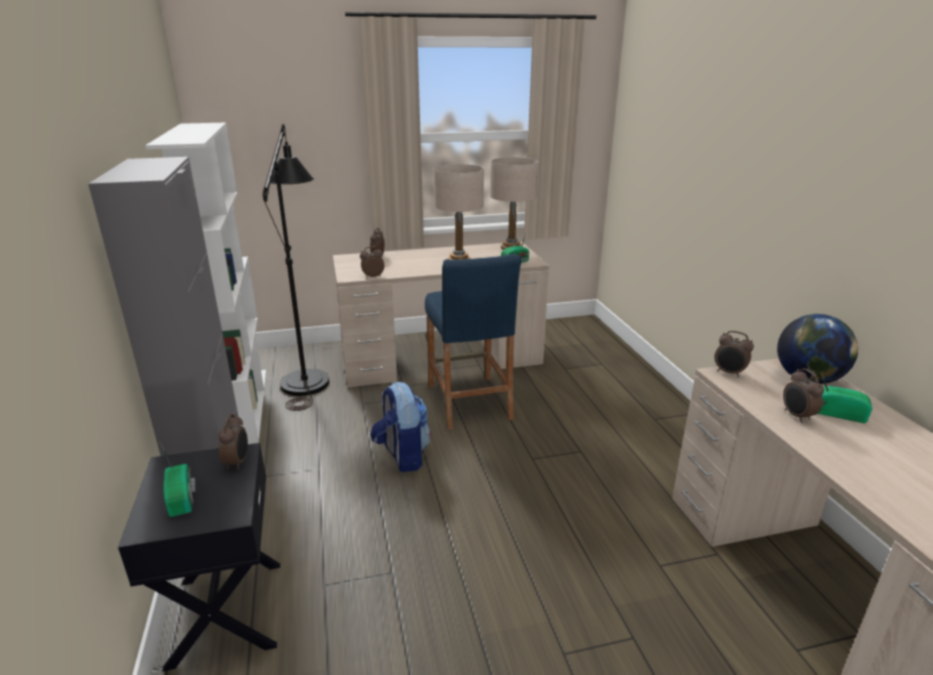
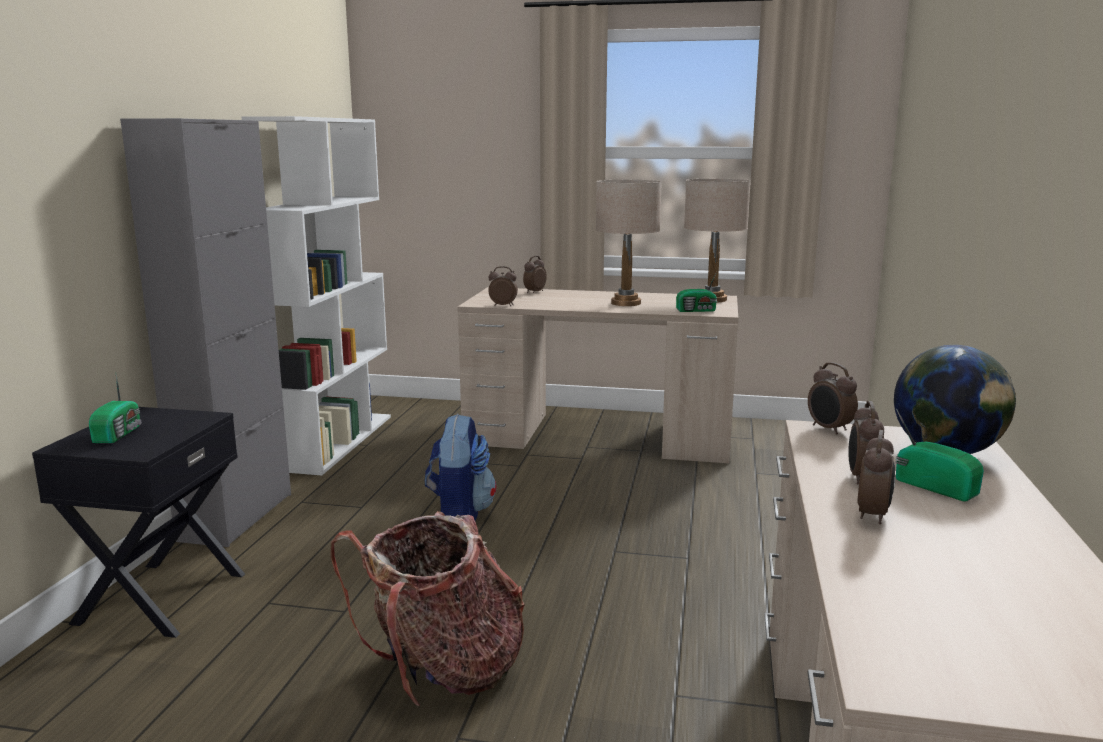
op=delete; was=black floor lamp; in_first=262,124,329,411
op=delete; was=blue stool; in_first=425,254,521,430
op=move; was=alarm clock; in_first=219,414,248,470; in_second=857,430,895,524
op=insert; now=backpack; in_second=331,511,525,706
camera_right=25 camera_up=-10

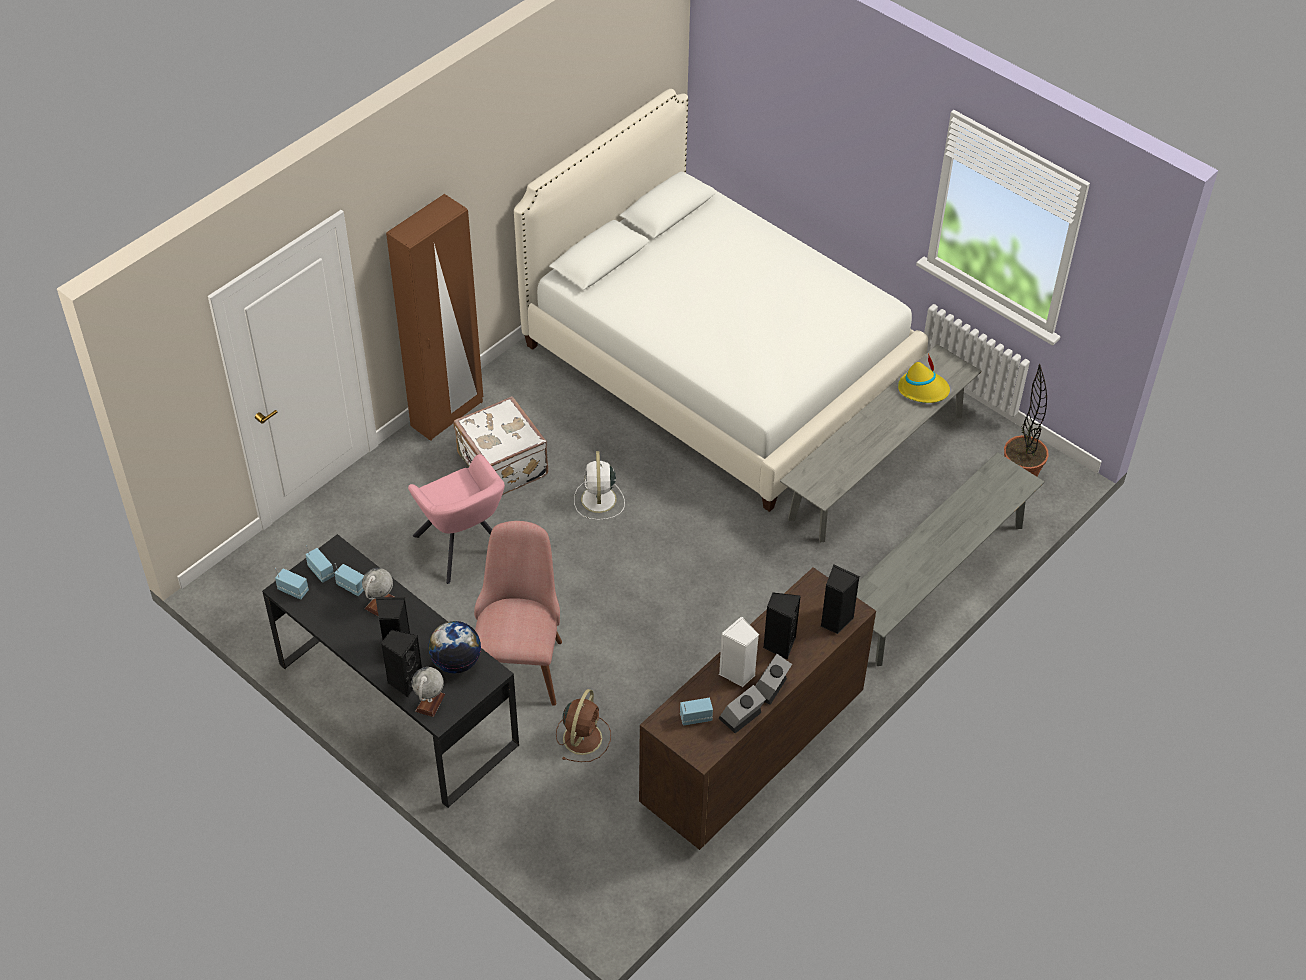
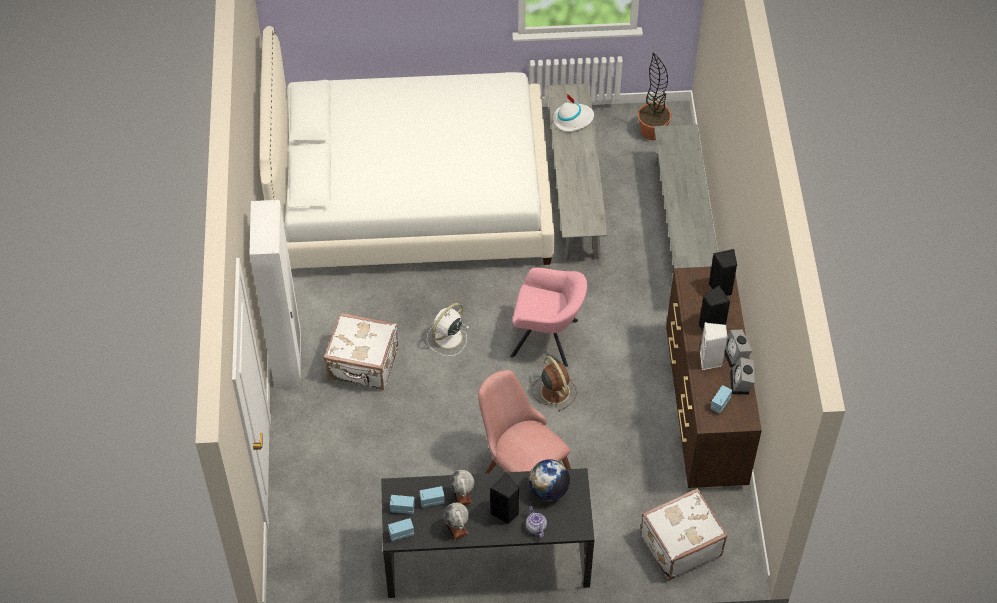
op=recolor; was=brown wardrobe; now=white wardrobe; in_first=386,194,483,441; in_second=249,200,301,387
op=recolor; was=yellow hat; now=white hat; in_first=898,353,950,403; in_second=553,93,594,131
op=rotate; was=white fan; in_first=574,451,625,520; in_second=427,303,469,356; clockwise=90
op=move; was=pink armchair; in_first=408,454,505,584; in_second=510,267,587,367
op=replace; was=black speaker; now=teapot; in_first=381,629,422,697; in_second=526,506,547,538
op=move; was=globe; in_first=412,667,445,717; in_second=444,503,469,541
op=move; was=brown fan; in_first=556,689,611,762; in_second=532,356,577,412
op=insert; now=white suitcase; in_second=640,488,728,580
camera_right=-45 camera_up=5

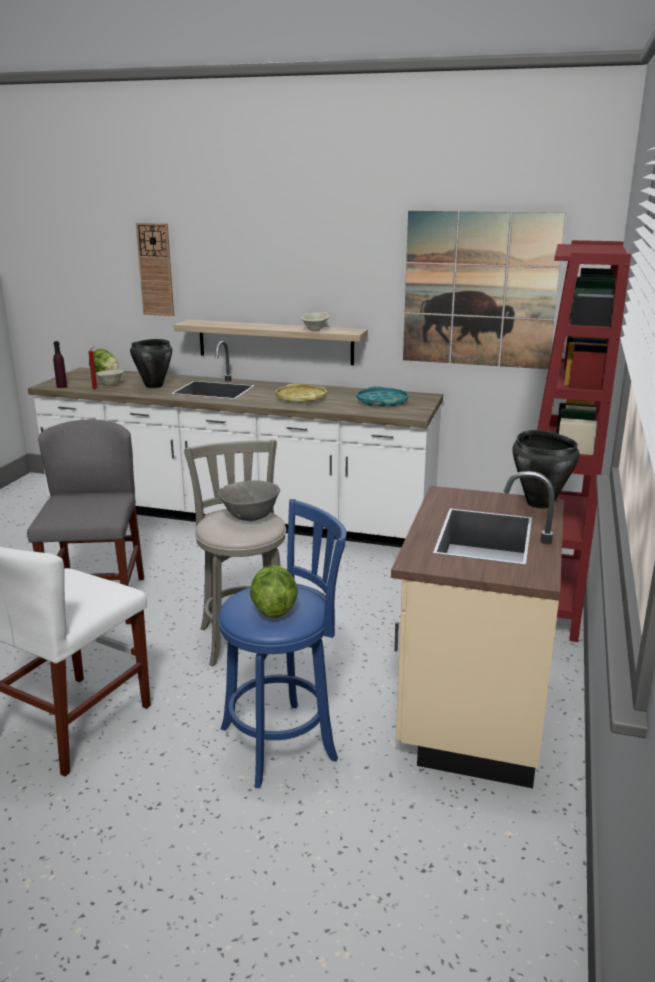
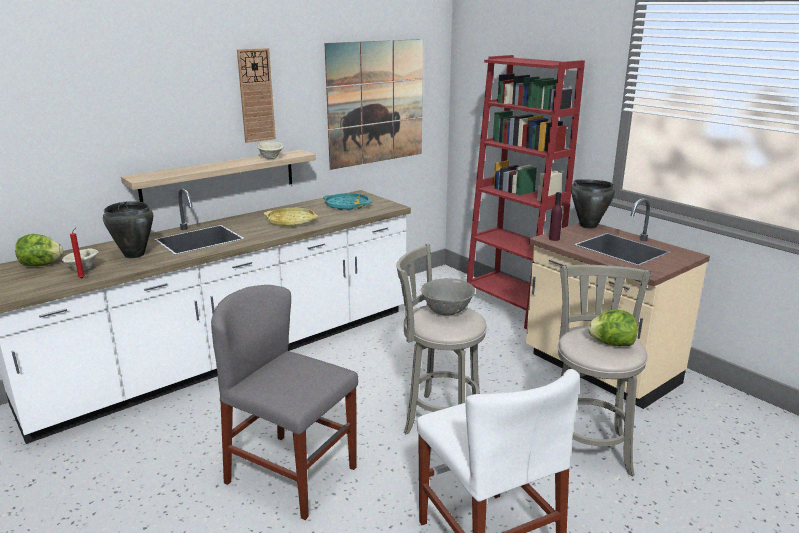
op=move; was=wall clock; in_first=136,223,174,316; in_second=237,48,276,143
op=move; was=purple bottle; in_first=53,341,67,388; in_second=549,192,562,241
op=recolor; was=blue stool; now=grey stool; in_first=218,499,347,789; in_second=558,265,651,476
camera_right=-55 camera_up=0

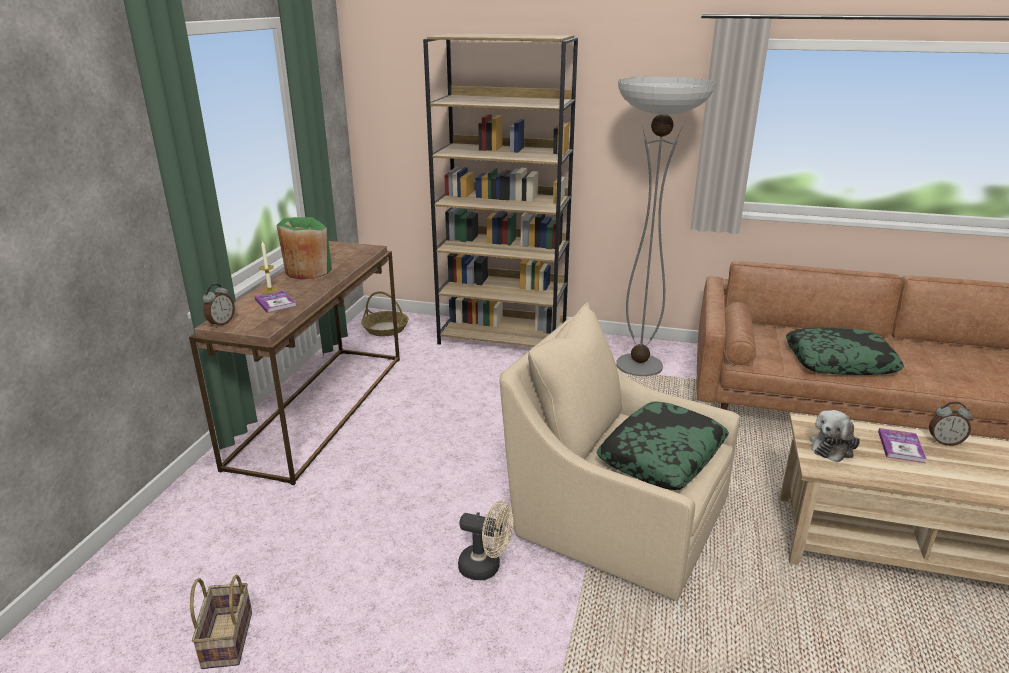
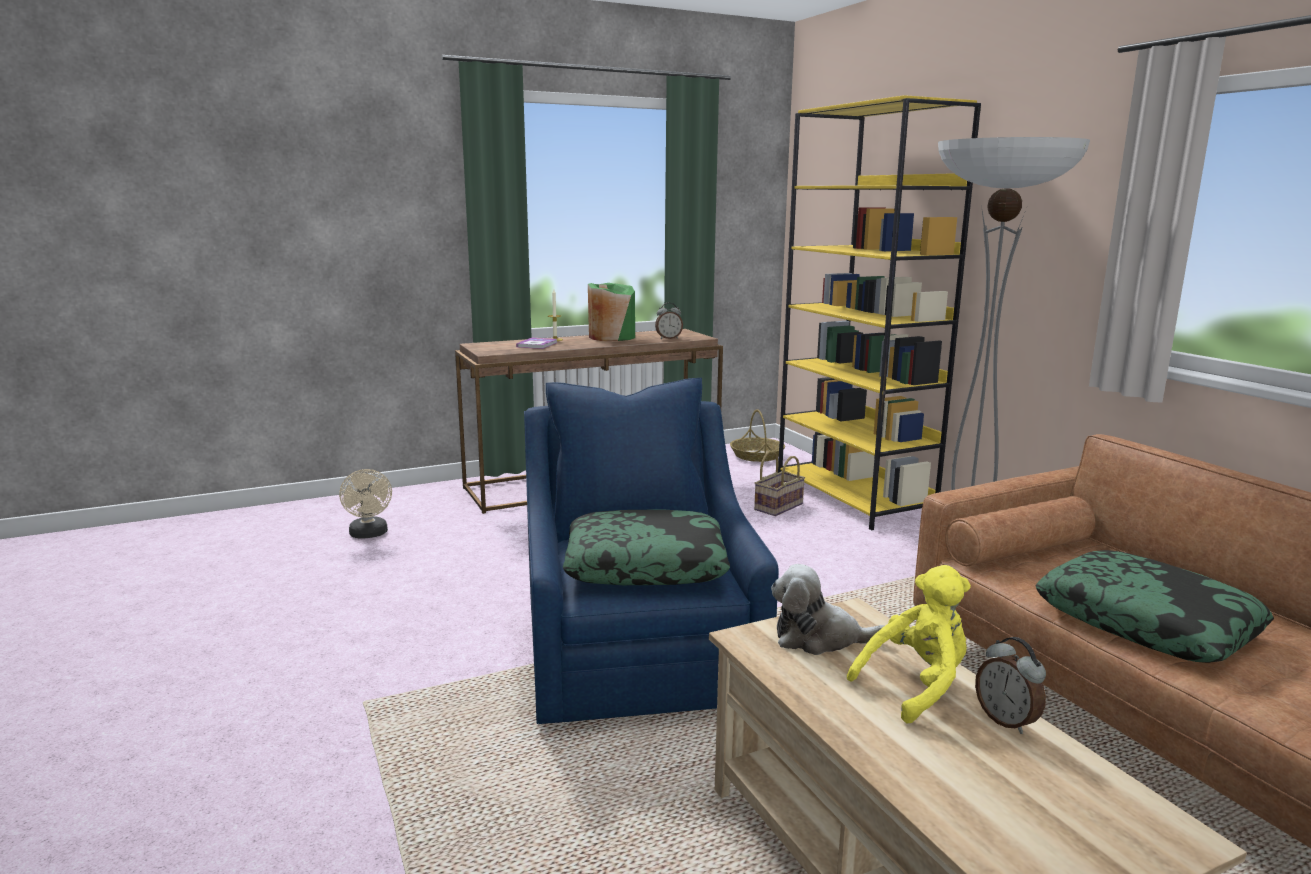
op=recolor; was=brown bookcase; now=yellow bookcase; in_first=423,33,578,347; in_second=778,95,981,530
op=move; was=alarm clock; in_first=202,284,235,328; in_second=655,303,683,339
op=recolor; was=beige armchair; now=blue armchair; in_first=499,302,740,601; in_second=524,378,779,724
op=replace; was=book; now=yellow plush toy; in_first=878,428,927,463; in_second=847,565,971,724
op=move; was=beige fan; in_first=458,500,513,580; in_second=339,469,392,539
op=move; was=basket; in_first=190,575,252,669; in_second=754,451,805,516
camera_right=50 camera_up=-10

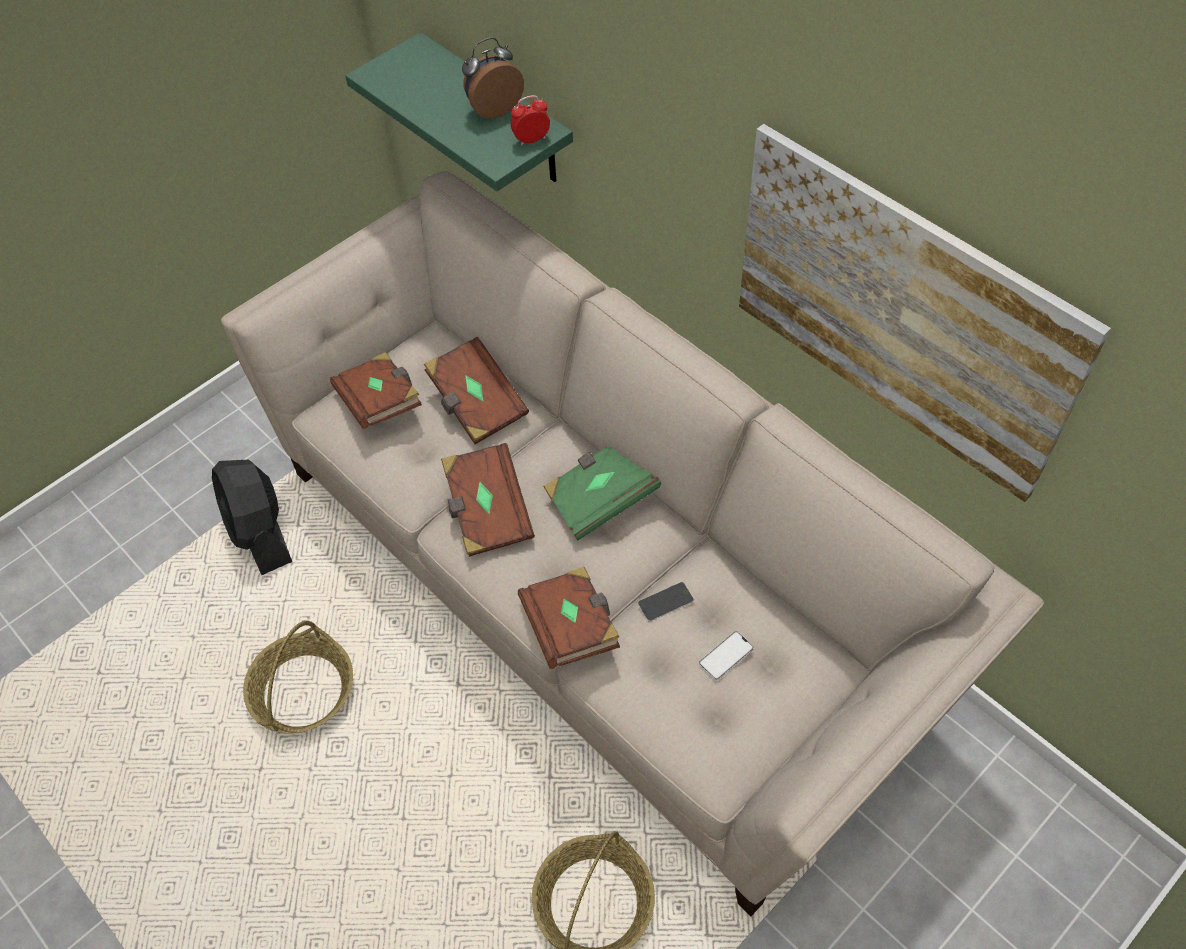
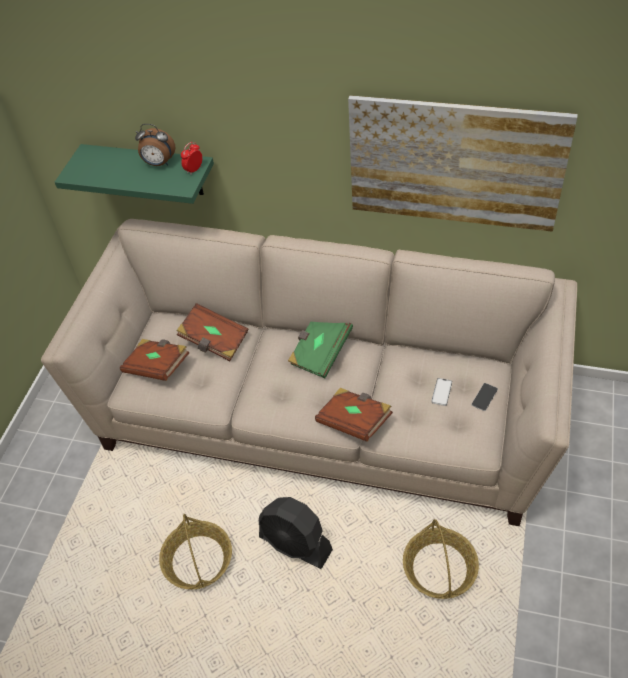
op=rotate; was=alarm clock; in_first=462,37,524,119; in_second=135,124,175,166; clockwise=-105
op=delete; was=brown book; in_first=441,443,535,557
op=move; was=black fan; in_first=212,460,292,575; in_second=259,497,333,569
op=move; was=phone; in_first=638,582,694,622; in_second=471,383,498,411
camera_right=-30 camera_up=-5

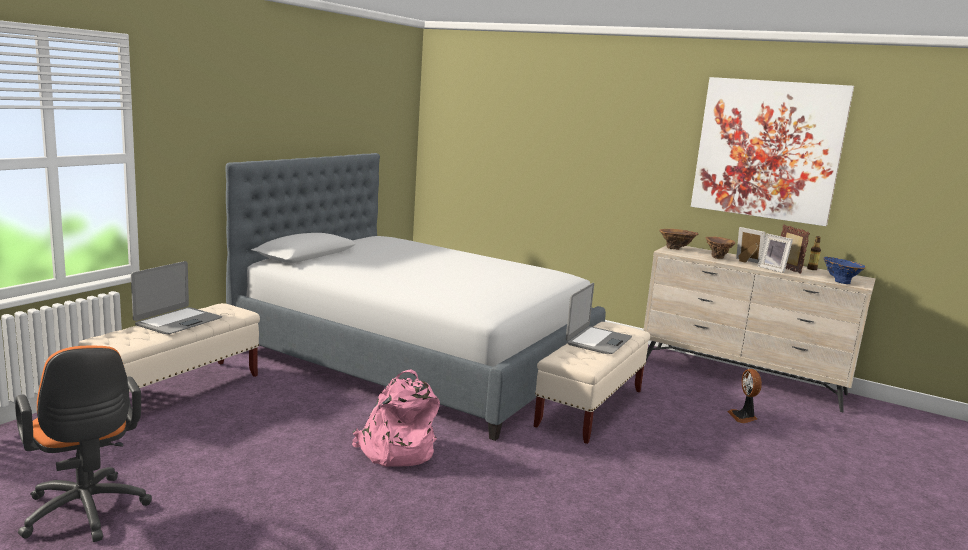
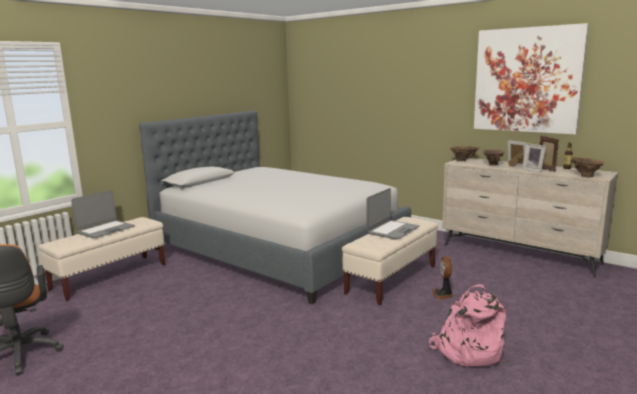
op=recolor; was=blue vase; now=brown vase; in_first=823,257,866,284; in_second=571,158,604,177
op=move; was=pink backpack; in_first=352,369,440,467; in_second=429,284,506,367
op=move; was=fan; in_first=727,369,762,423; in_second=432,256,454,300
camera_right=10 camera_up=0

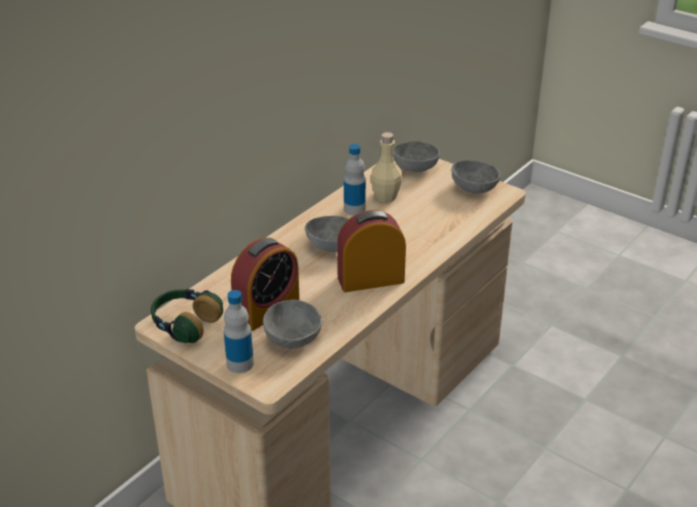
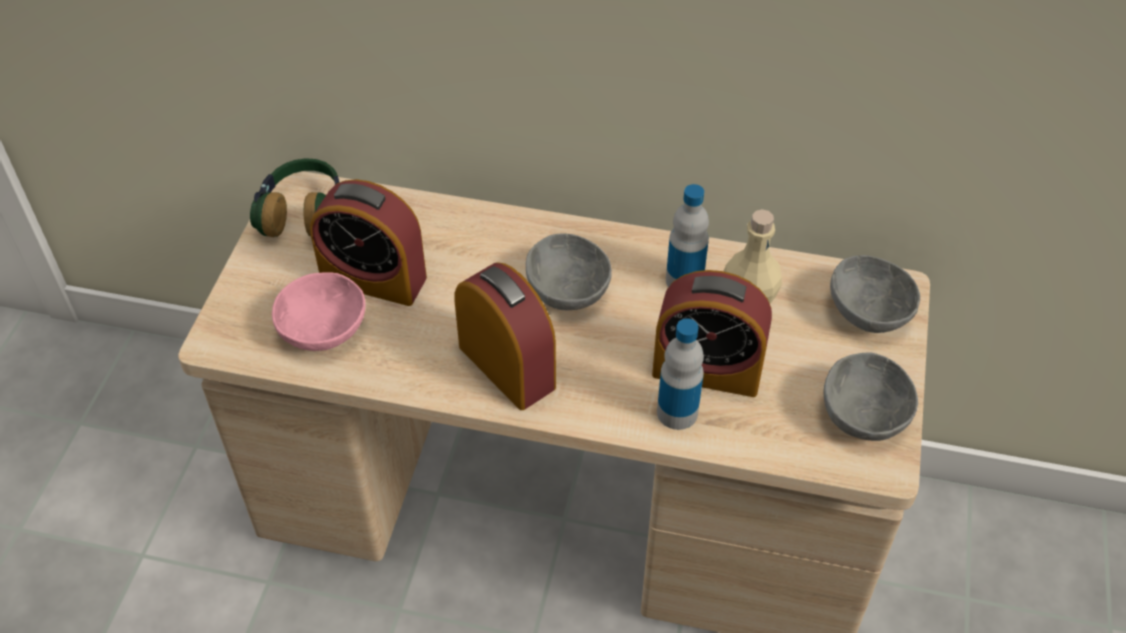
op=move; was=bottle; in_first=224,290,254,373; in_second=657,318,704,430
op=recolor; was=grey bowl; now=pink bowl; in_first=263,300,322,348; in_second=272,272,366,351
op=insert; now=alarm clock; in_second=652,270,772,397
camera_right=65 camera_up=15

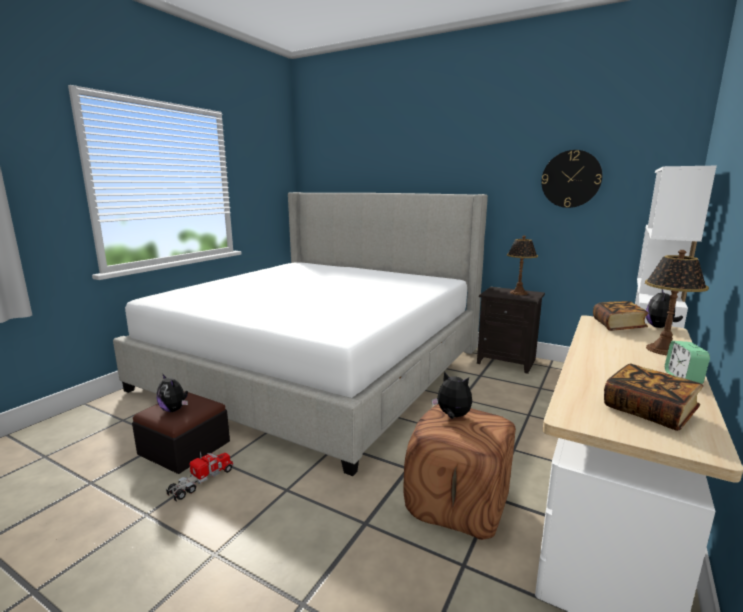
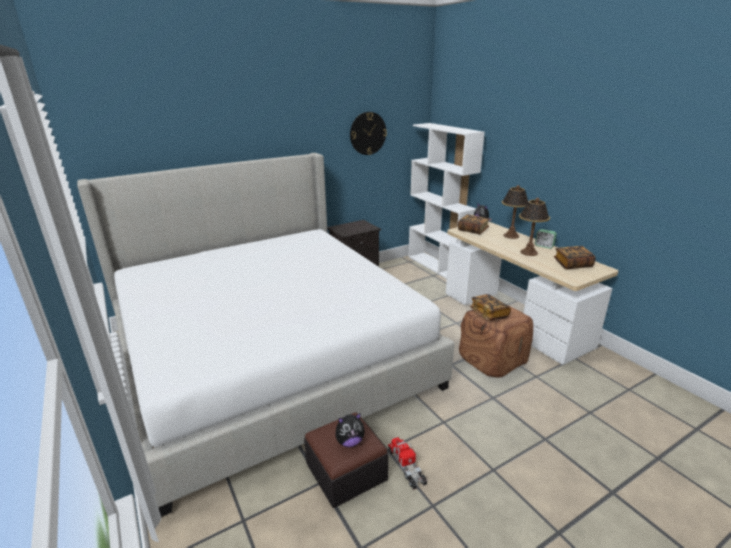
op=move; was=table lamp; in_first=507,235,538,295; in_second=519,198,550,256
op=replace; was=plush toy; now=book; in_first=431,371,472,419; in_second=470,294,511,321
camera_right=-60 camera_up=10

